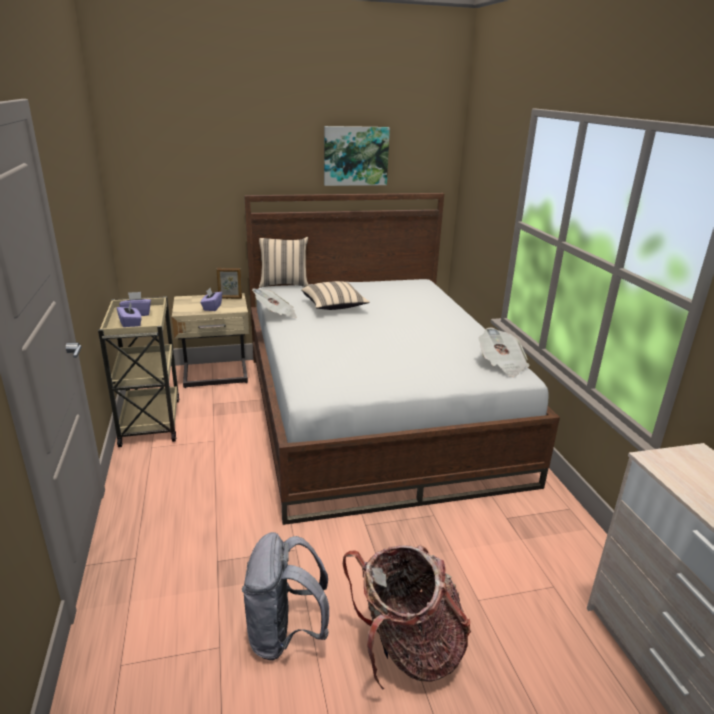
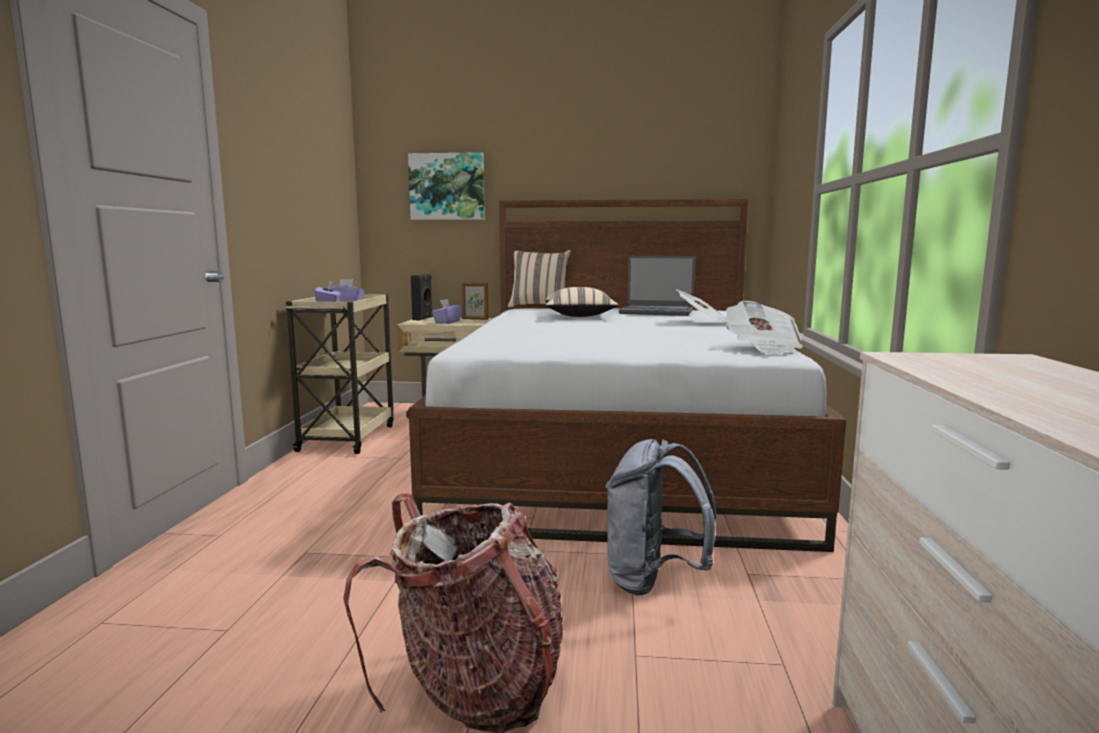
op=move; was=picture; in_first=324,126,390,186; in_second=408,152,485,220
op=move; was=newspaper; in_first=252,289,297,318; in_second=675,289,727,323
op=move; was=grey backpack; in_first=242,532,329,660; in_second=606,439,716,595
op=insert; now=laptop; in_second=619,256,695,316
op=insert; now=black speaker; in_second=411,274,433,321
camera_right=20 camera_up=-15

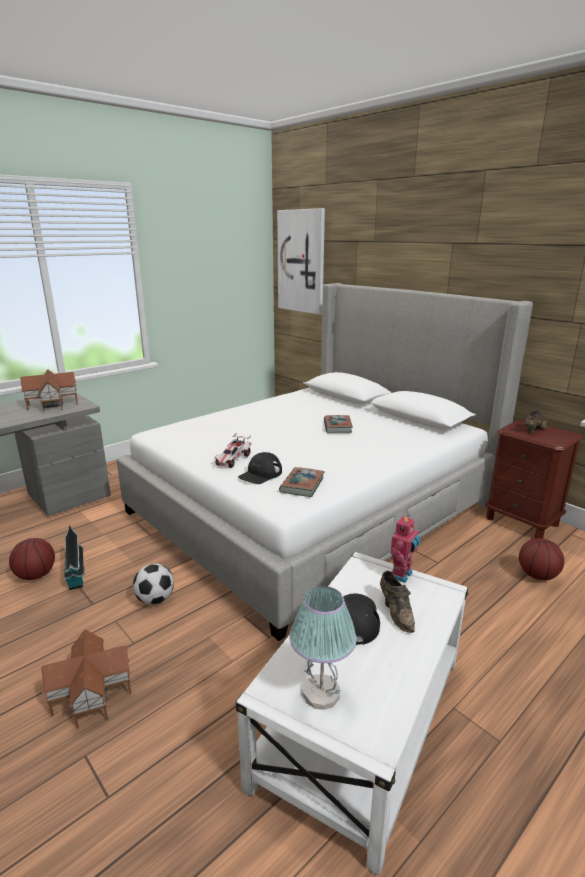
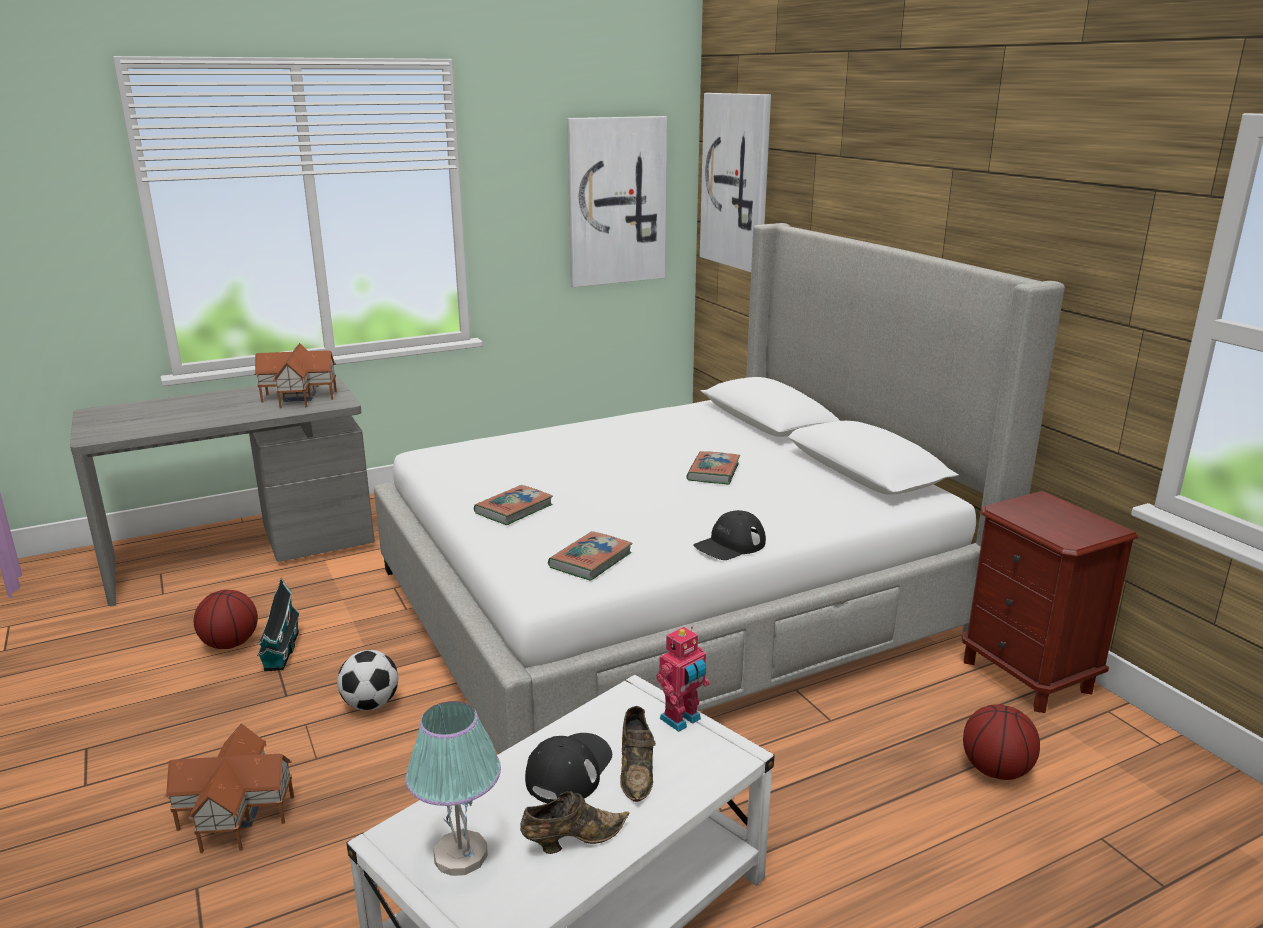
op=move; was=brown shoe; in_first=524,410,547,433; in_second=520,791,629,854
op=replace; was=toy car; now=book; in_first=214,433,251,468; in_second=474,485,553,525
op=move; was=black cap; in_first=238,452,282,484; in_second=693,510,766,560
op=insert; now=picture; in_second=567,116,667,287
camera_right=15 camera_up=0

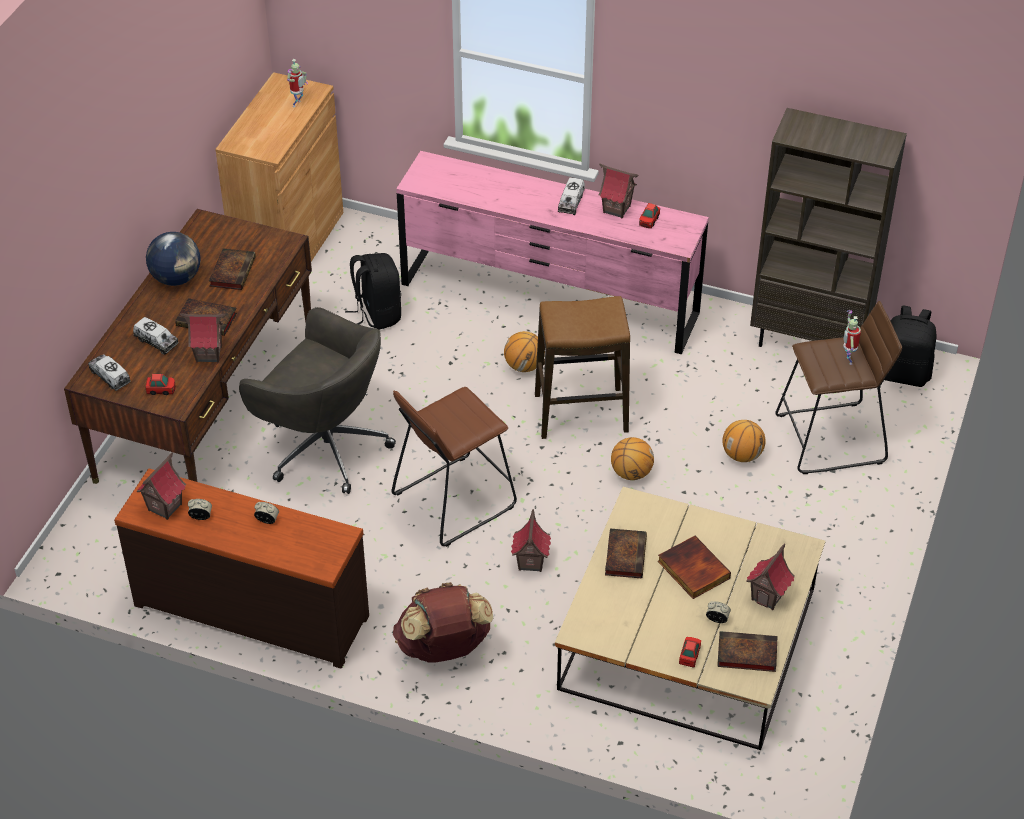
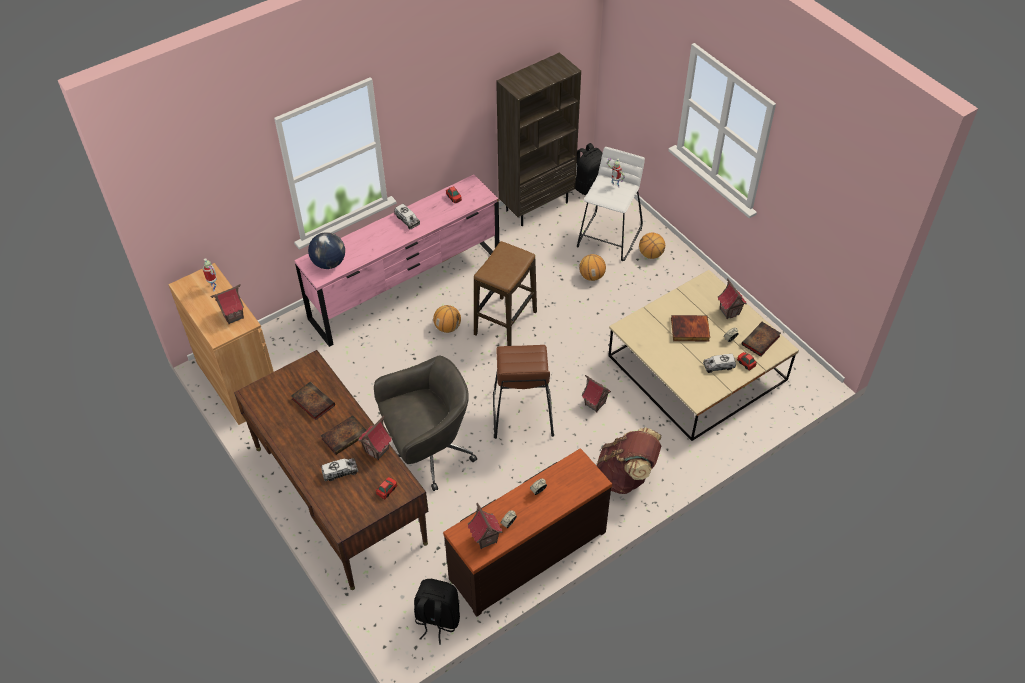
op=move; was=toy house; in_first=599,163,638,218; in_second=210,284,244,324
op=move; was=globe; in_first=146,232,200,286; in_second=308,232,345,269
op=move; was=black backpack; in_first=345,253,401,330; in_second=414,579,460,644
op=recolor; was=brown stool; now=white stool; in_first=776,301,902,474; in_second=577,147,645,261
op=move; was=toy truck; in_first=88,354,131,391; in_second=703,354,736,373
op=move; was=basketball; in_first=611,437,654,480; in_second=639,233,665,259
op=delete; was=book; in_first=605,528,647,578
camera_right=-55 camera_up=5

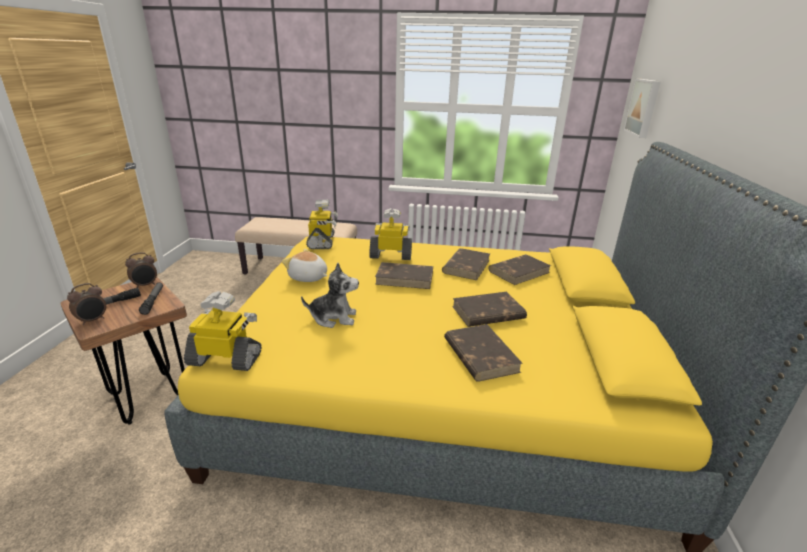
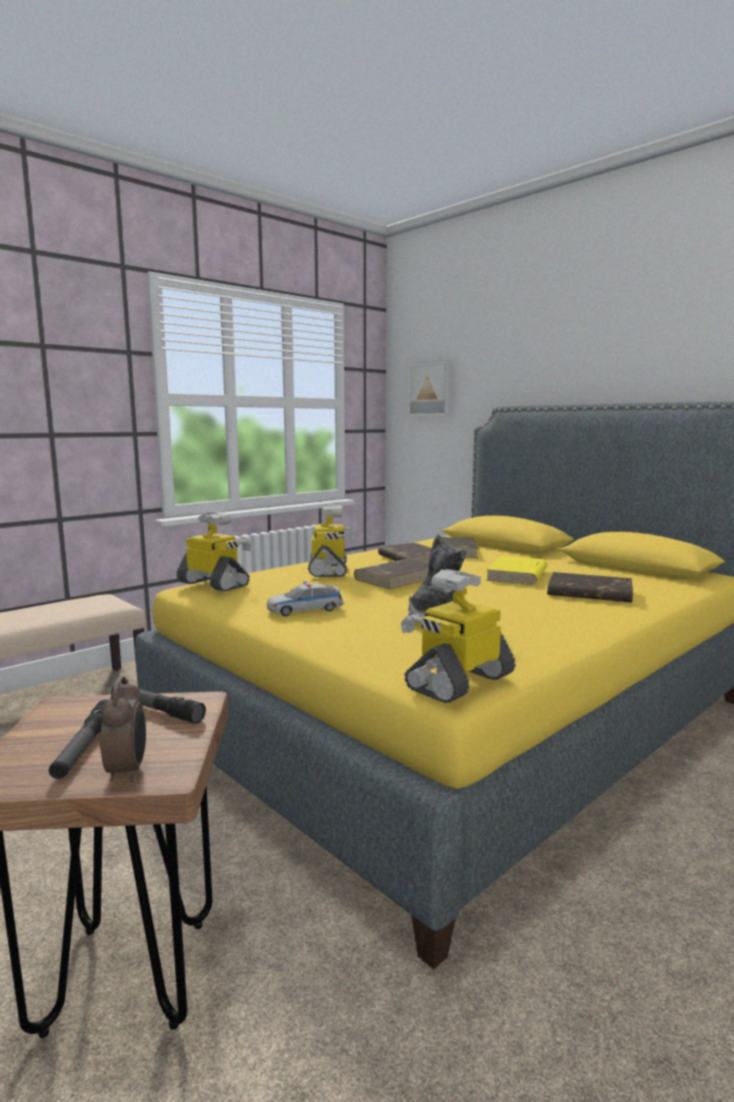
op=rotate; was=toy robot; in_first=369,208,412,260; in_second=308,505,354,577; clockwise=135
op=replace; was=plush toy; now=toy car; in_first=282,249,327,282; in_second=267,581,344,616
op=delete; was=alarm clock; in_first=125,252,157,288
op=recolor; was=brown book; now=yellow book; in_first=452,292,527,327; in_second=486,556,548,585
camera_right=-50 camera_up=-15

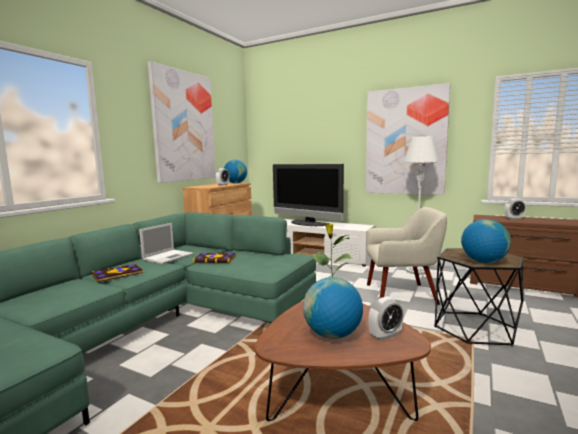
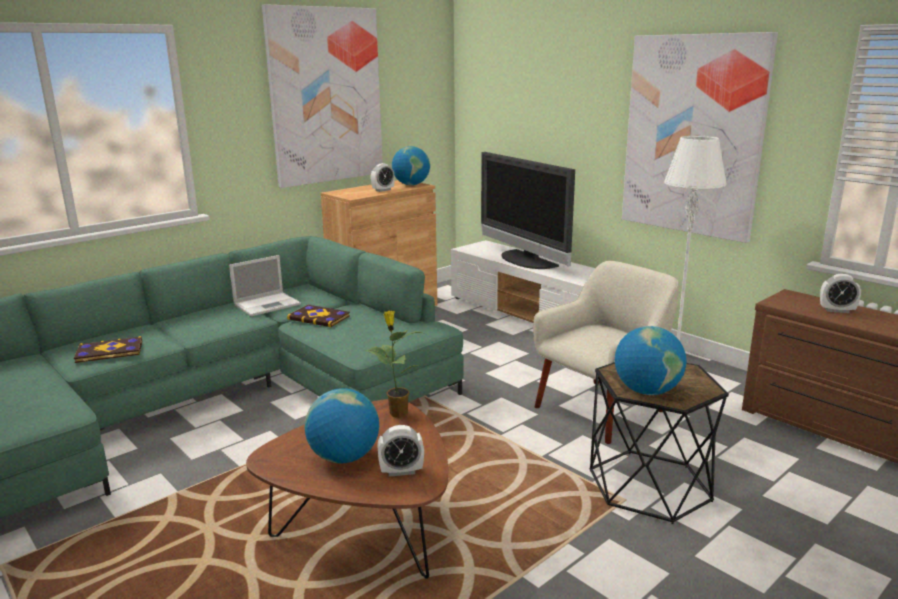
op=rotate; was=beige armchair; in_first=366,207,447,305; in_second=533,261,679,444; clockwise=-60
op=move; was=book; in_first=92,264,143,282; in_second=74,336,142,363
camera_right=20 camera_up=10

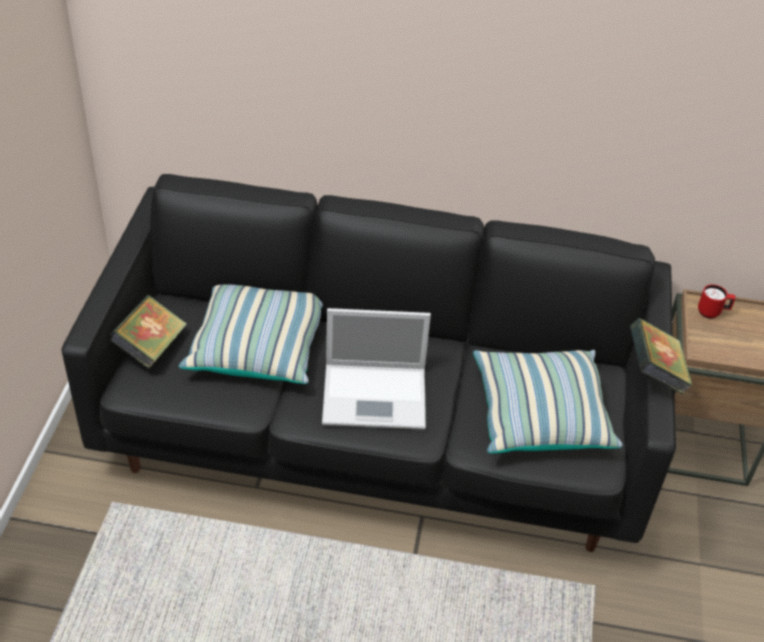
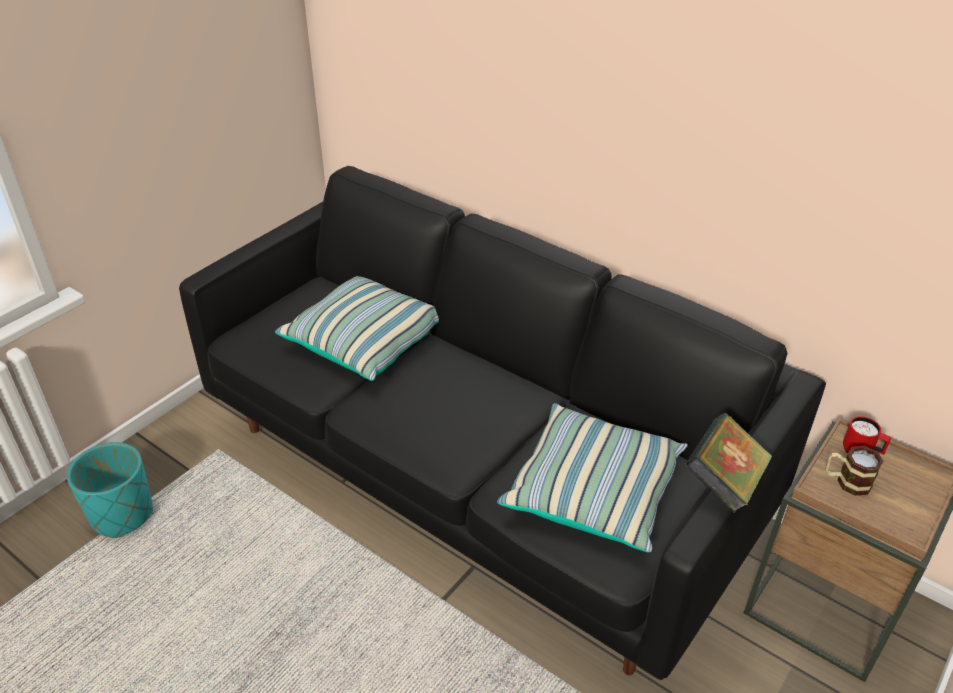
op=delete; was=book; in_first=110,295,187,369
op=delete; was=laptop; in_first=322,308,431,430
op=insert; now=turquoise planter; in_second=67,442,153,538
op=insert; now=mug; in_second=826,446,884,496
camera_right=30 camera_up=-5

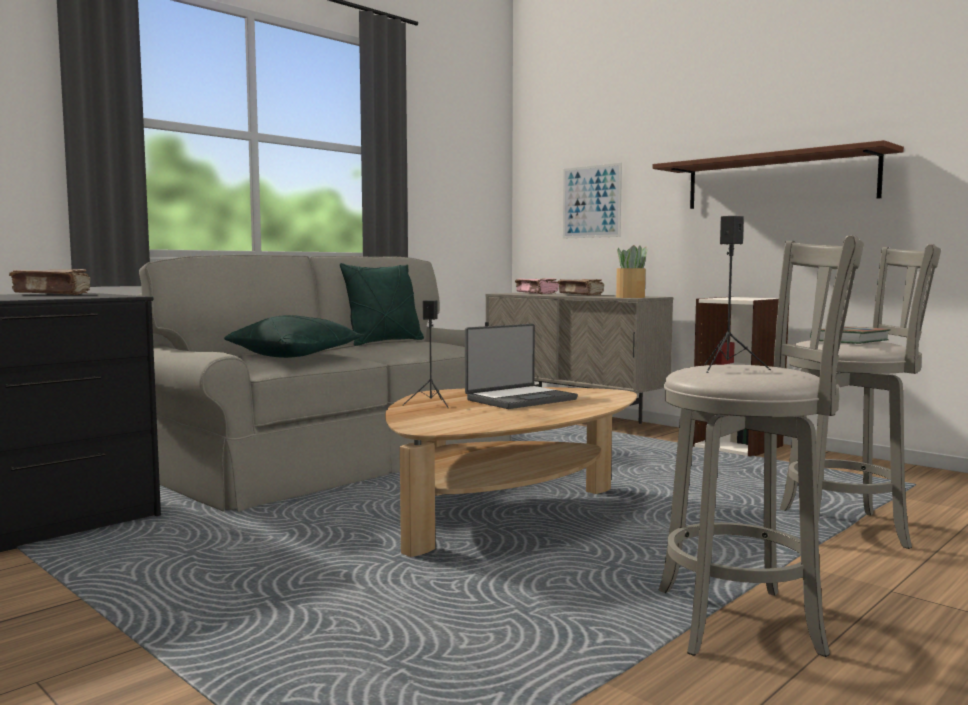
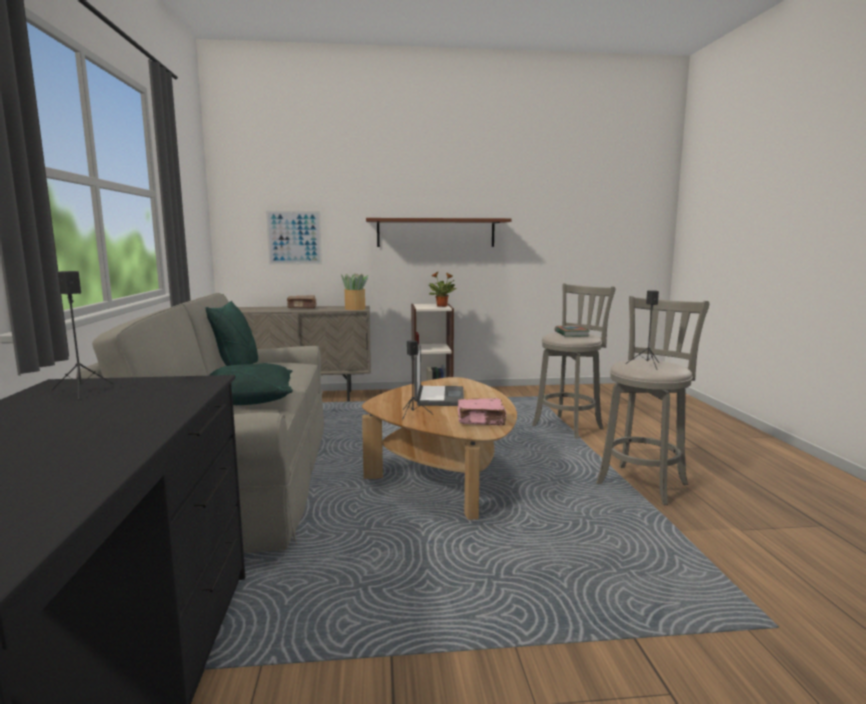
op=replace; was=brown book; now=black speaker; in_first=9,269,91,295; in_second=50,271,115,400
op=move; was=pink book; in_first=515,278,559,294; in_second=457,398,507,426
op=insert; now=potted plant; in_second=429,271,456,307
camera_right=-50 camera_up=5

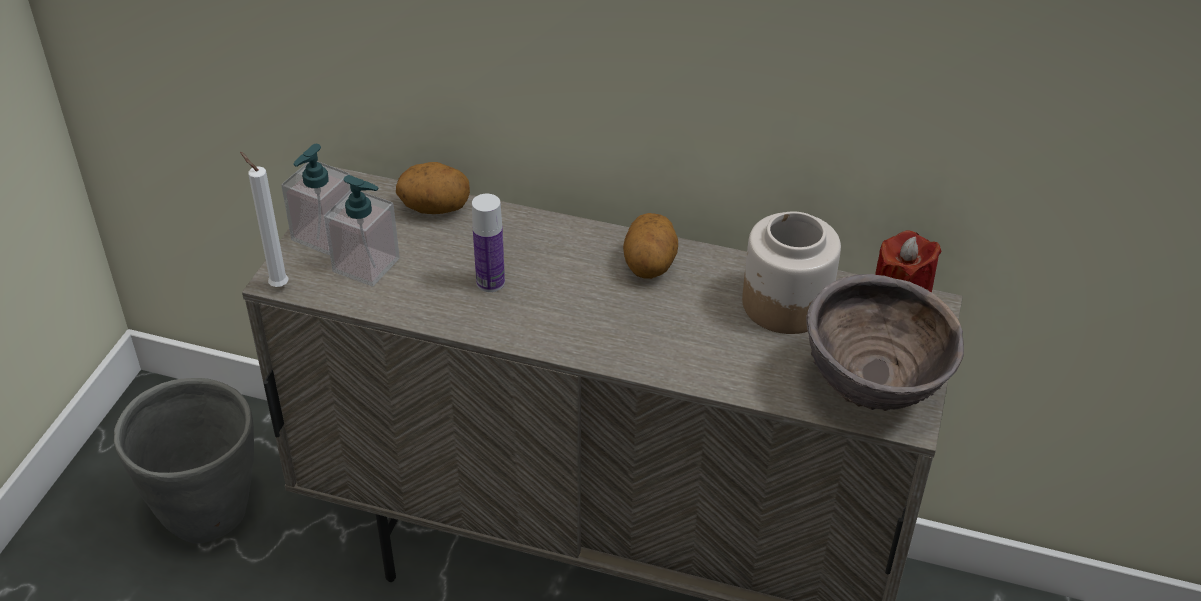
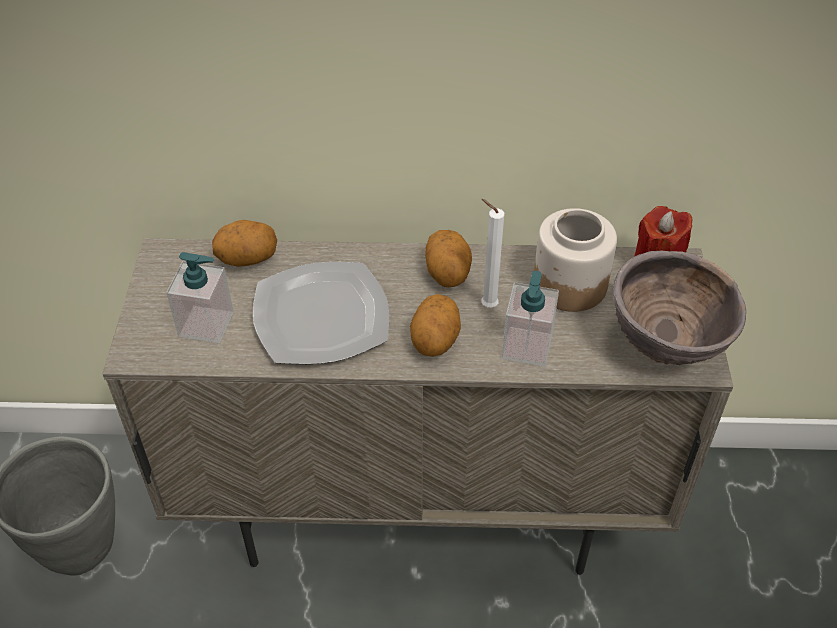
op=move; was=soap dispenser; in_first=281,144,351,255; in_second=502,271,559,367
op=move; was=white candle; in_first=240,152,288,287; in_second=481,199,504,307
op=replace; was=bottle; now=plate; in_first=472,194,505,292; in_second=253,262,389,364
op=insert; now=potato; in_second=410,294,461,357
camera_right=-15 camera_up=5

